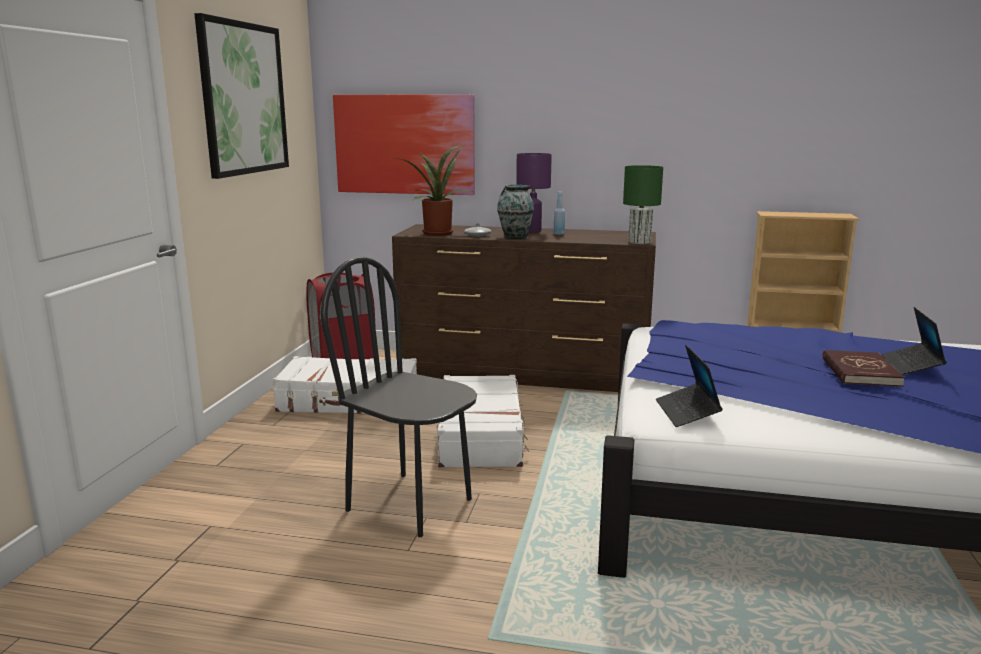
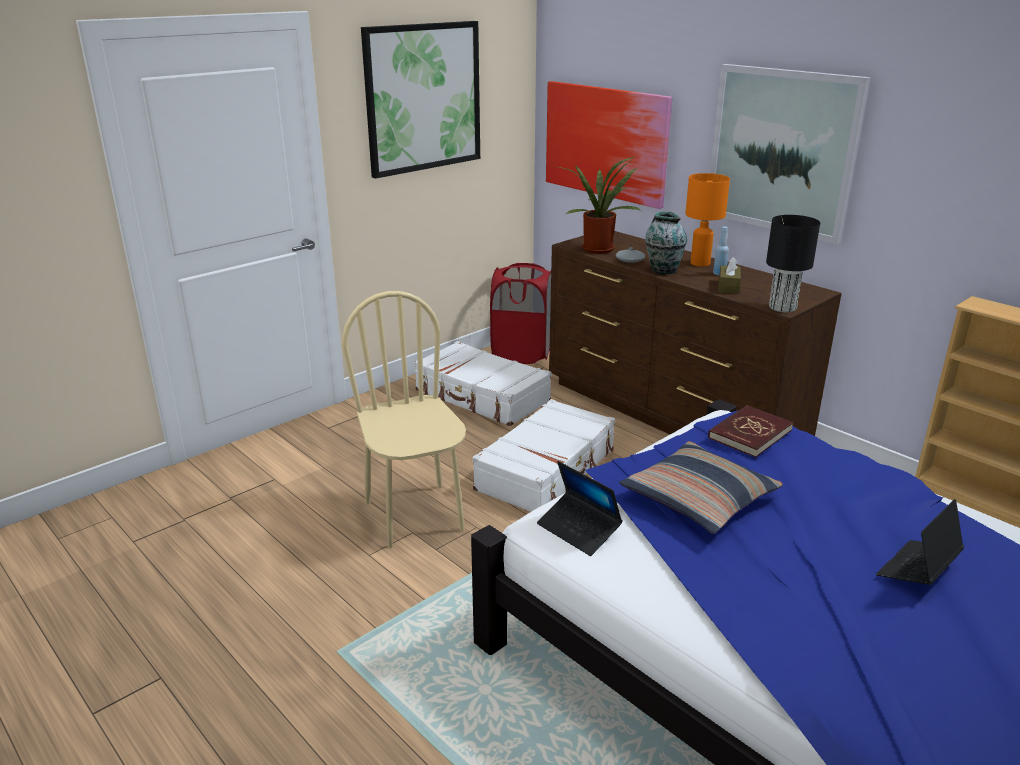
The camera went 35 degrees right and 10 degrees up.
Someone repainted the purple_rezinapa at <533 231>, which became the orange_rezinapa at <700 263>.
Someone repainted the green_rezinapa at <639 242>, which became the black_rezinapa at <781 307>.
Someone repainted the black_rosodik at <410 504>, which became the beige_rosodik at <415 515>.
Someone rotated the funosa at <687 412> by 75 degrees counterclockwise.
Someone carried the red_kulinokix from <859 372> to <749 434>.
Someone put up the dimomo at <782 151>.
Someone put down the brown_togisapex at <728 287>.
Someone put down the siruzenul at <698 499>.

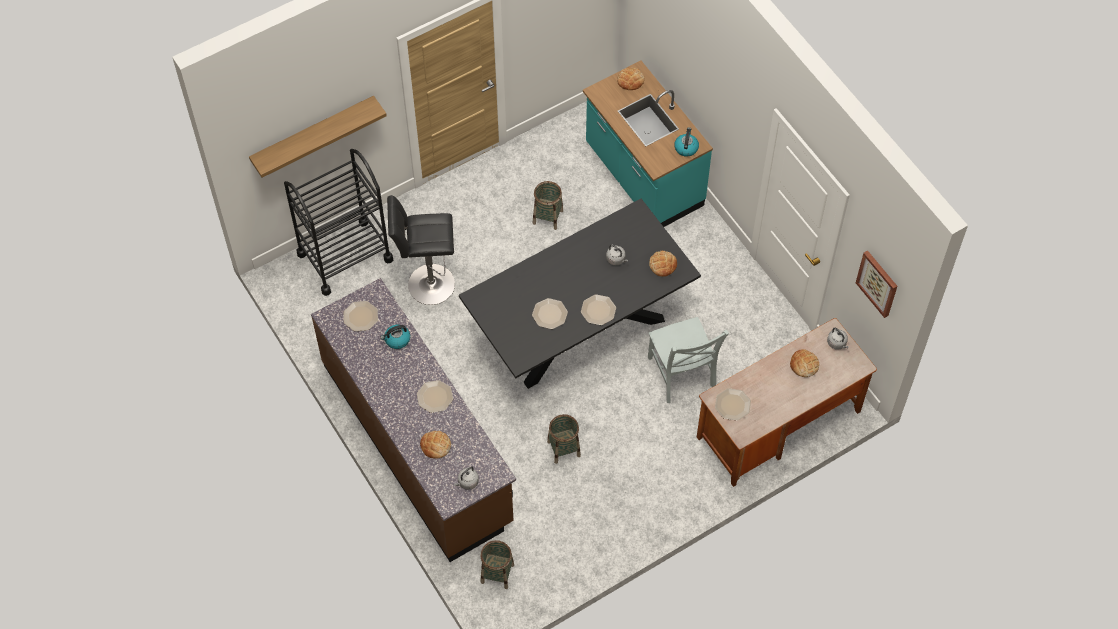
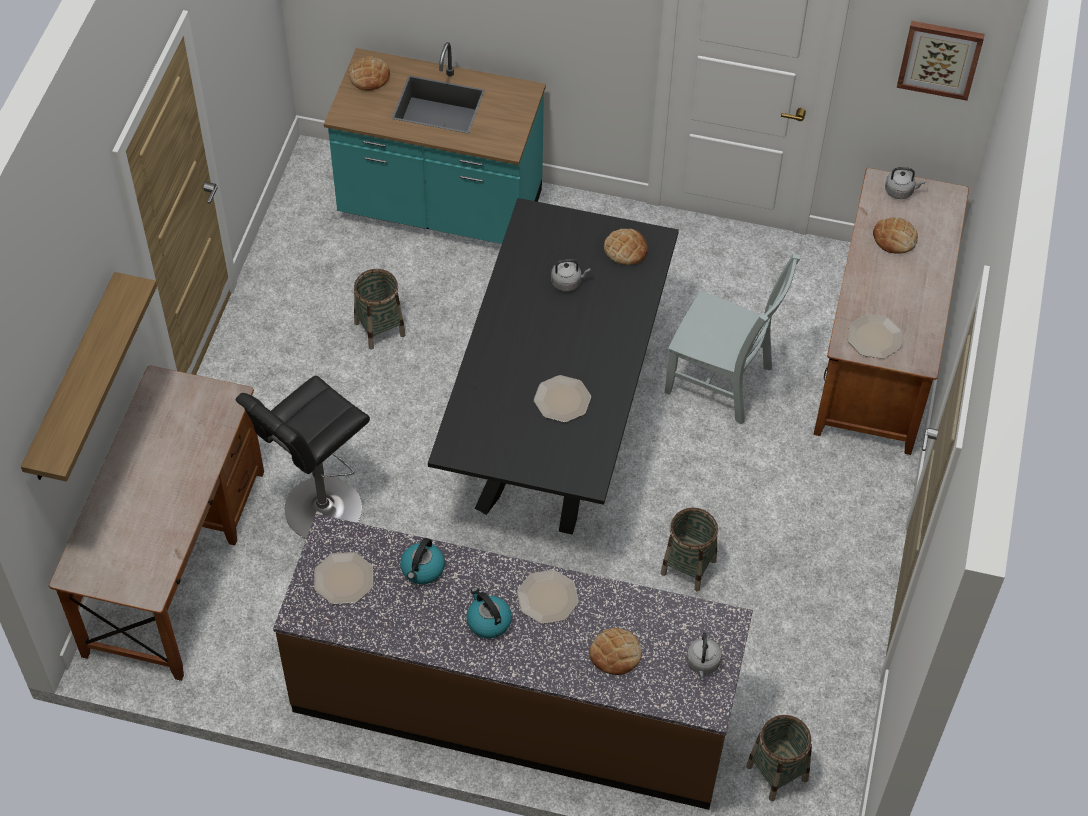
The camera went 45 degrees left and 5 degrees down.
Someone carried the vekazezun from <686 147> to <488 621>.
Someone swapped the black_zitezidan at <345 256> for the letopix at <175 561>.
Someone took away the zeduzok at <598 310>.

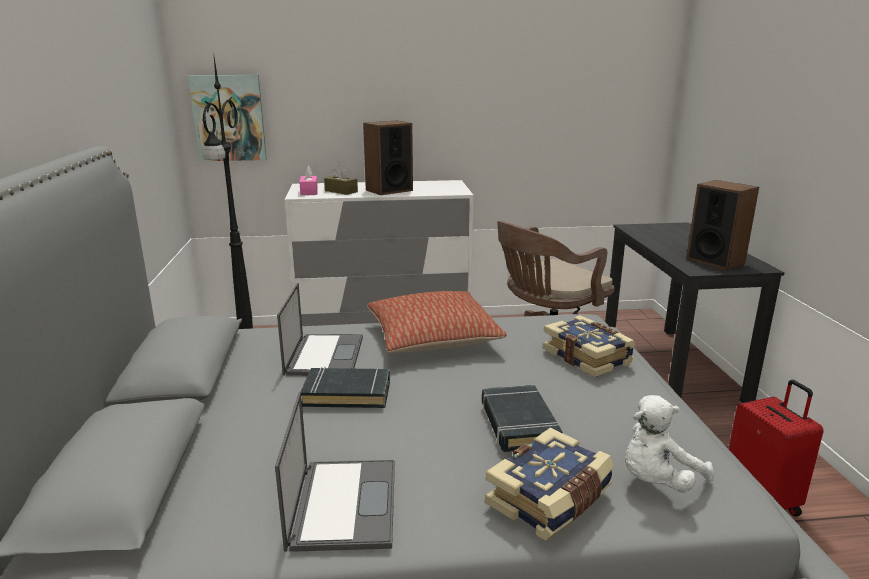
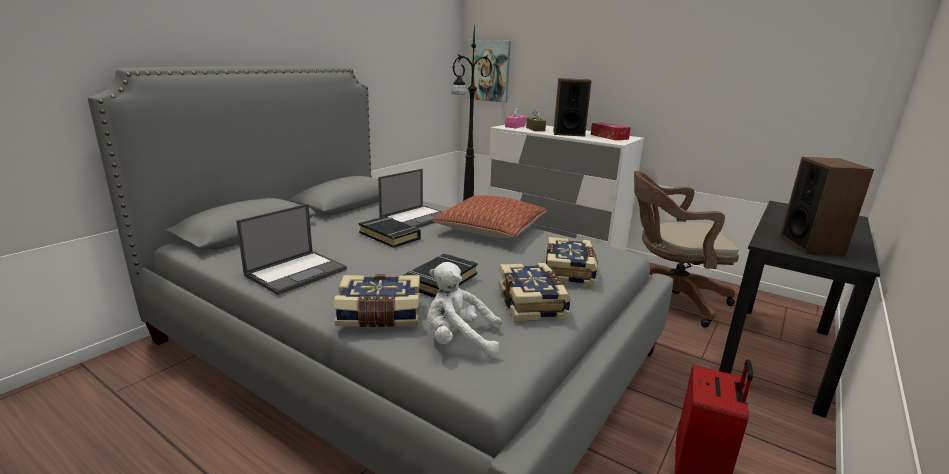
The camera went 40 degrees right and 0 degrees up.
Someone put down the togisapex at <609 137>.
Someone put down the kulinokix at <533 303>.

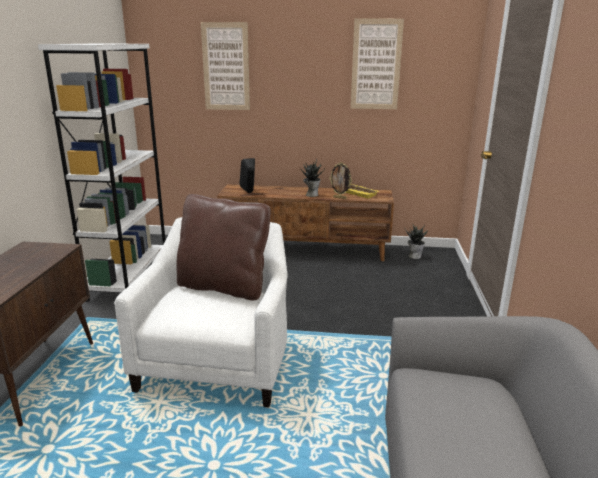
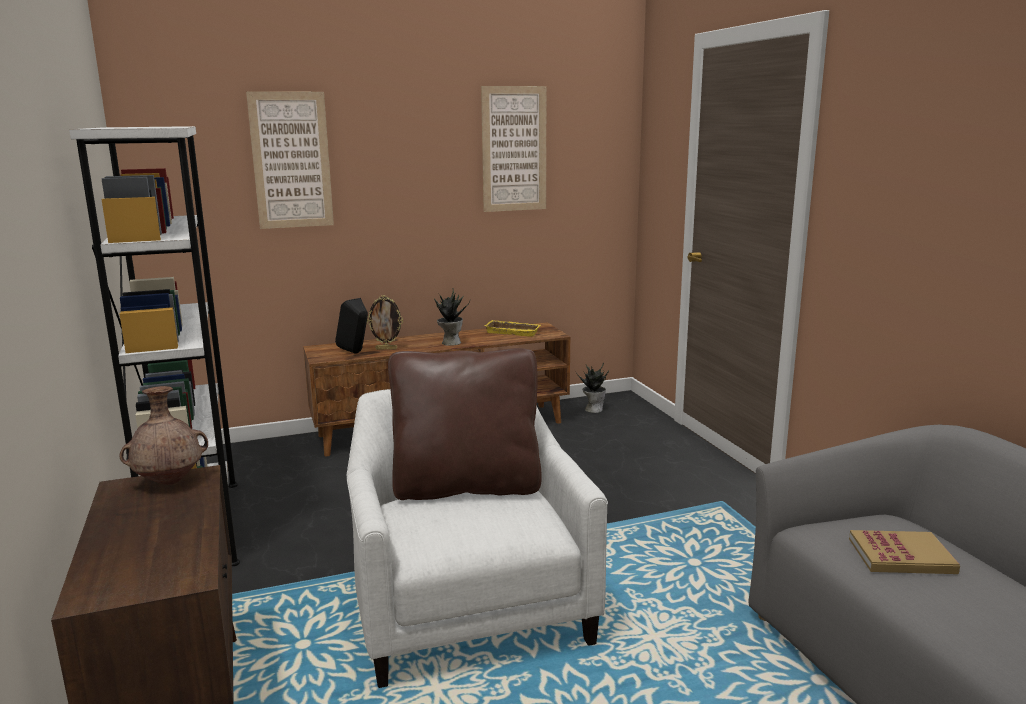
The camera went 25 degrees left and 5 degrees down.
Someone carried the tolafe from <340 198> to <386 349>.
Someone put down the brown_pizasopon at <170 481>.
Someone put down the kulinokix at <901 556>.

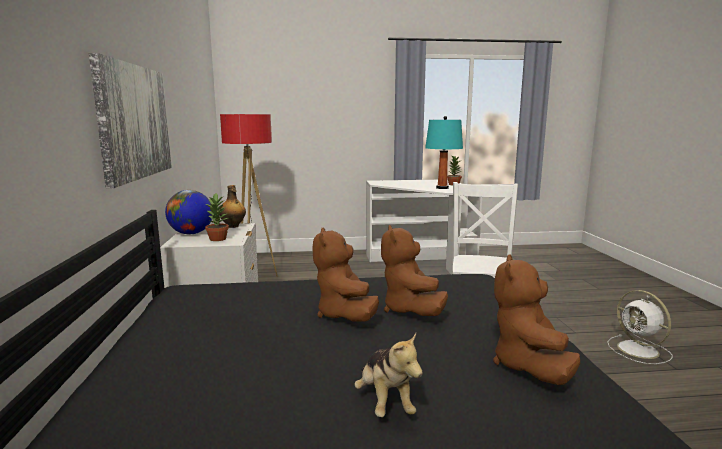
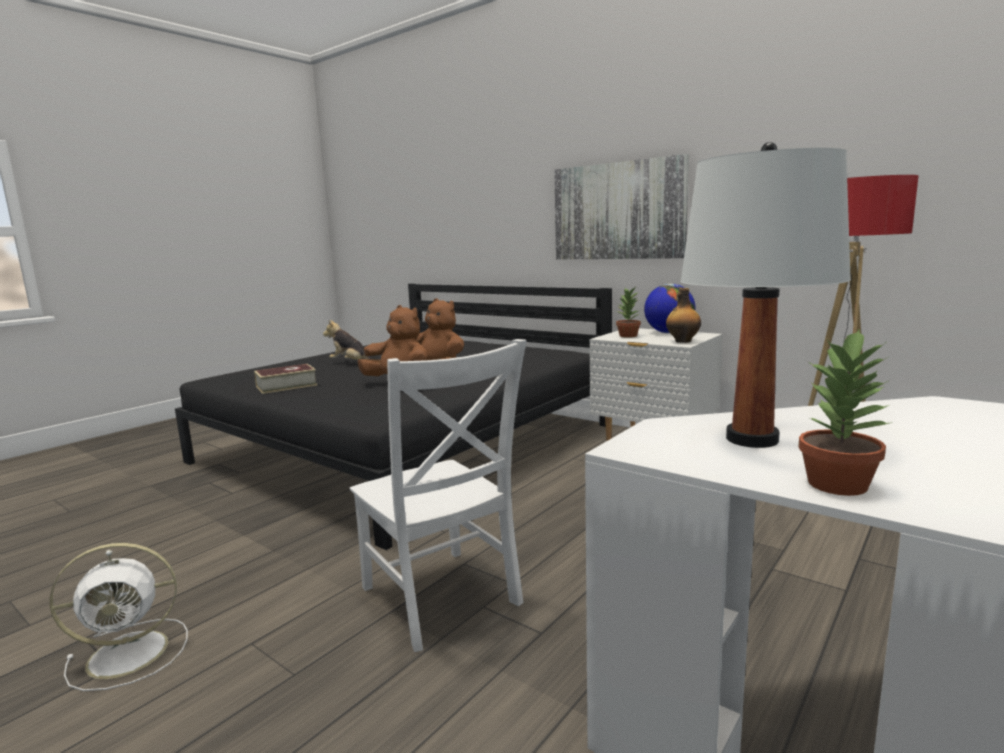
The camera went 135 degrees right and 0 degrees up.
Someone repainted the turquoise_rezinapa at <442 188>, which became the white_rezinapa at <752 439>.
Someone swapped the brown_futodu at <529 366> for the kulinokix at <286 386>.
Someone rotated the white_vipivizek at <639 350> by 135 degrees clockwise.

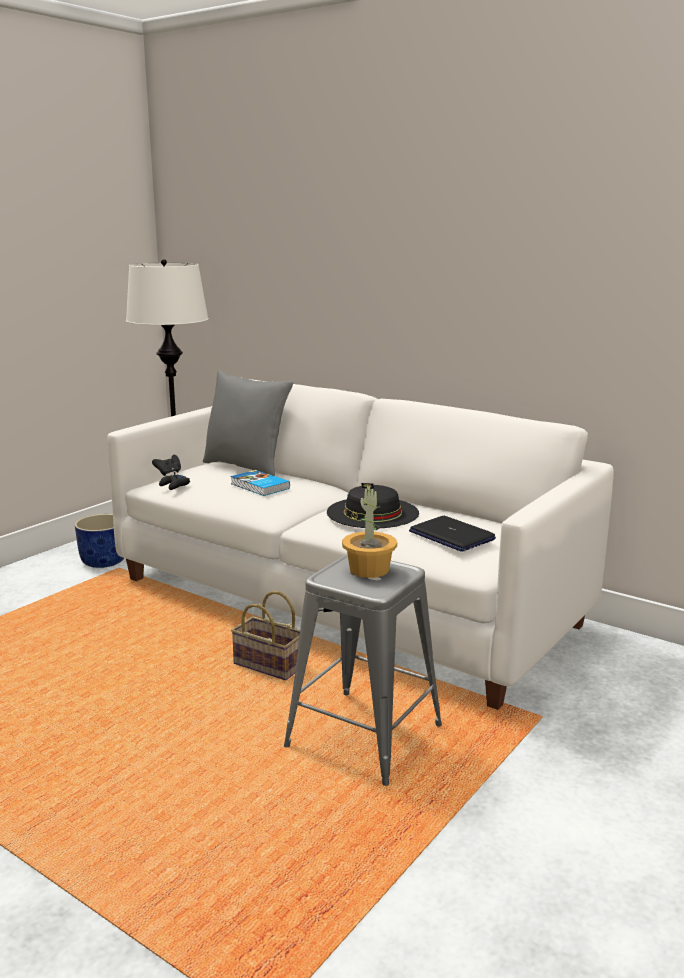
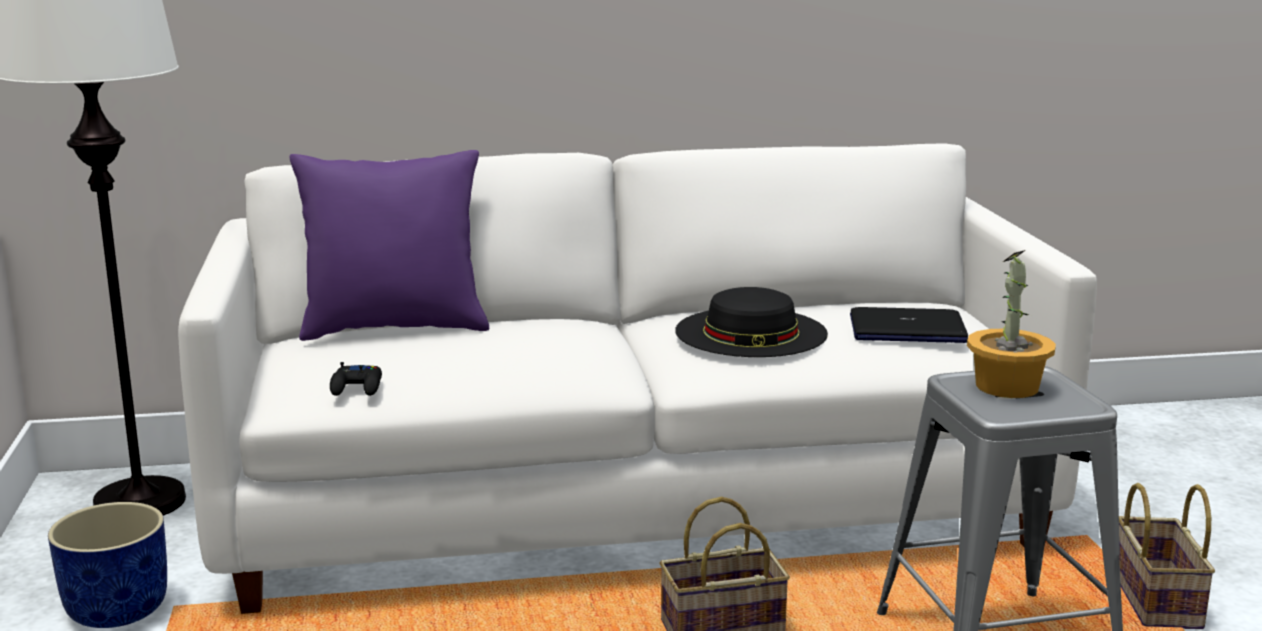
The camera went 45 degrees left and 0 degrees up.
Someone repainted the grey_siruzenul at <246 467>, which became the purple_siruzenul at <394 328>.
Someone took away the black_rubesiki at <168 473>.
Someone took away the kulinokix at <259 486>.
Someone put down the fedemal at <1153 599>.

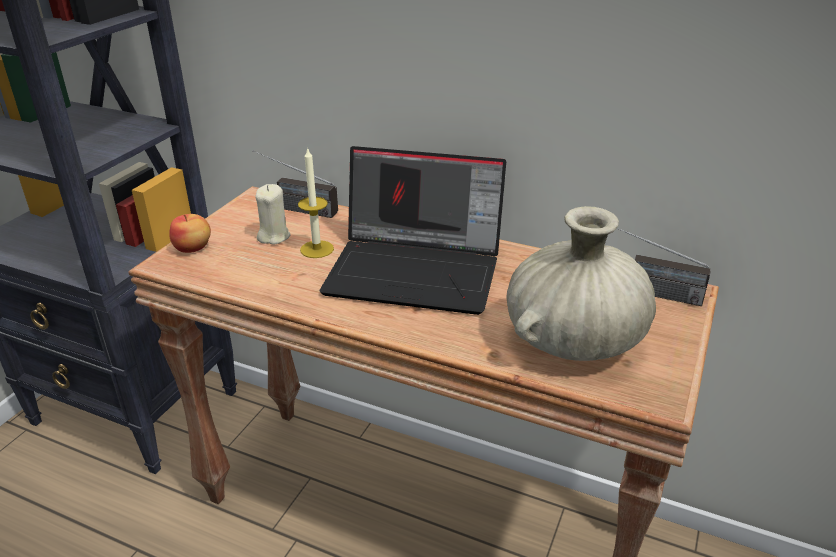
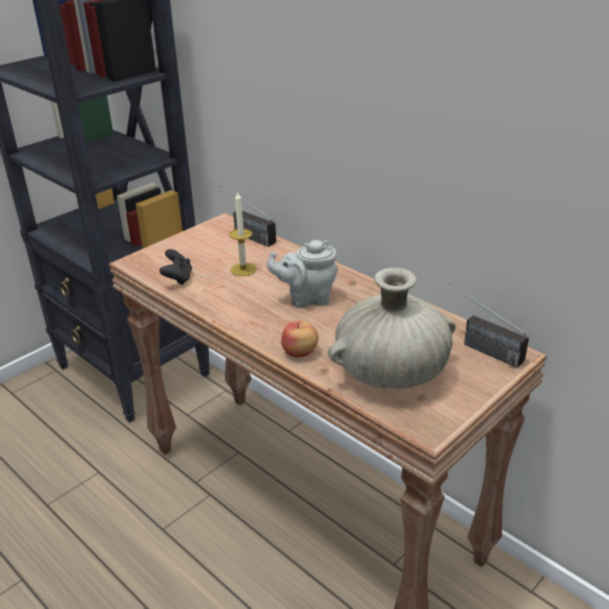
The camera went 20 degrees right and 0 degrees up.
Someone swapped the funosa at <417 271> for the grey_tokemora at <307 298>.
Someone took away the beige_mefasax at <274 236>.
Someone carried the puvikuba from <193 248> to <300 352>.
Someone put down the black_rubesiki at <178 278>.

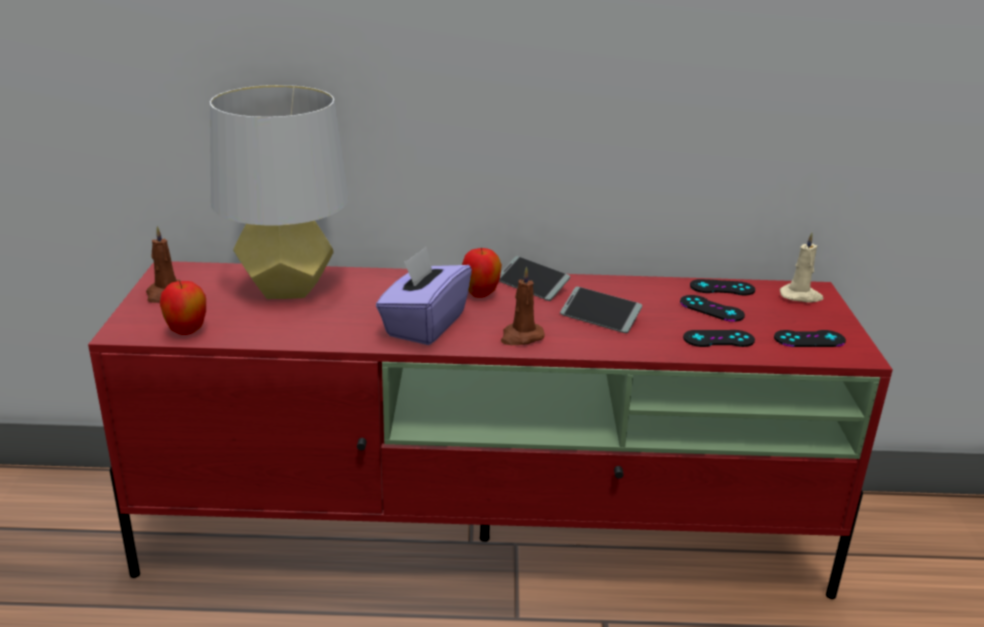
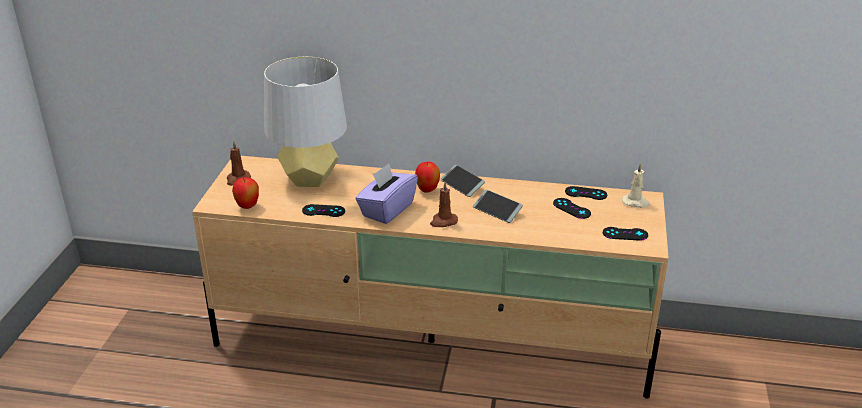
The camera went 10 degrees right and 5 degrees up.
Someone repainted the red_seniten at <488 539>, which became the beige_seniten at <433 342>.
Someone carried the black_rubesiki from <718 339> to <323 211>.

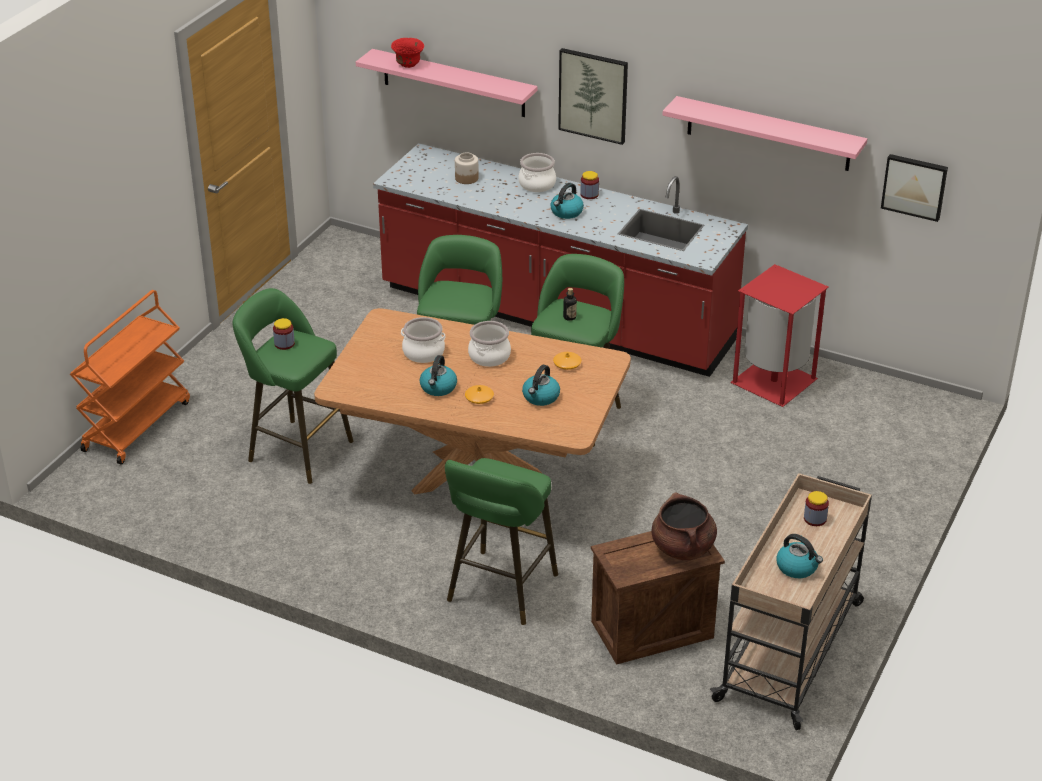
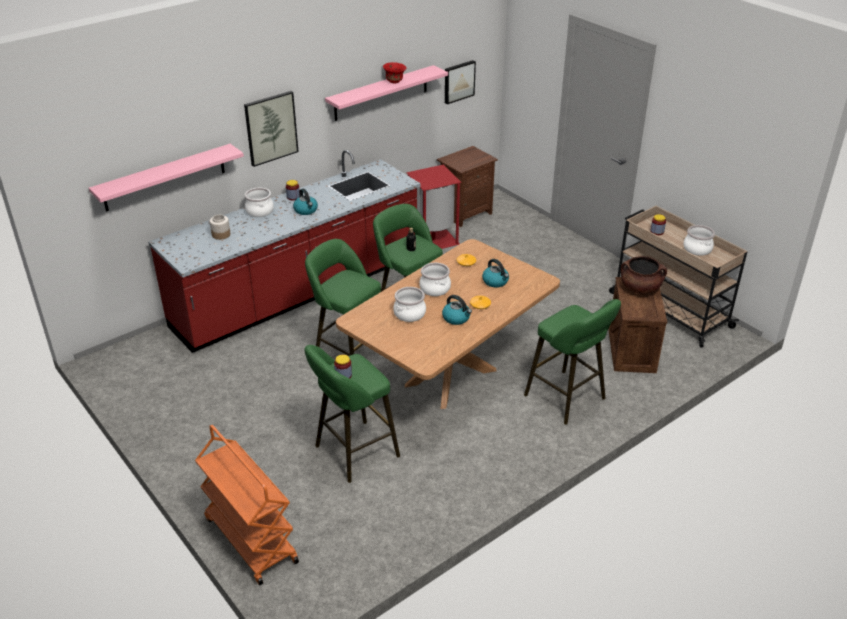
The camera went 65 degrees left and 0 degrees up.
Someone carried the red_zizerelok from <408 65> to <394 82>.
Someone swapped the vekazezun at <797 567> for the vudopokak at <697 249>.
Someone put down the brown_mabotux at <465 213>.

